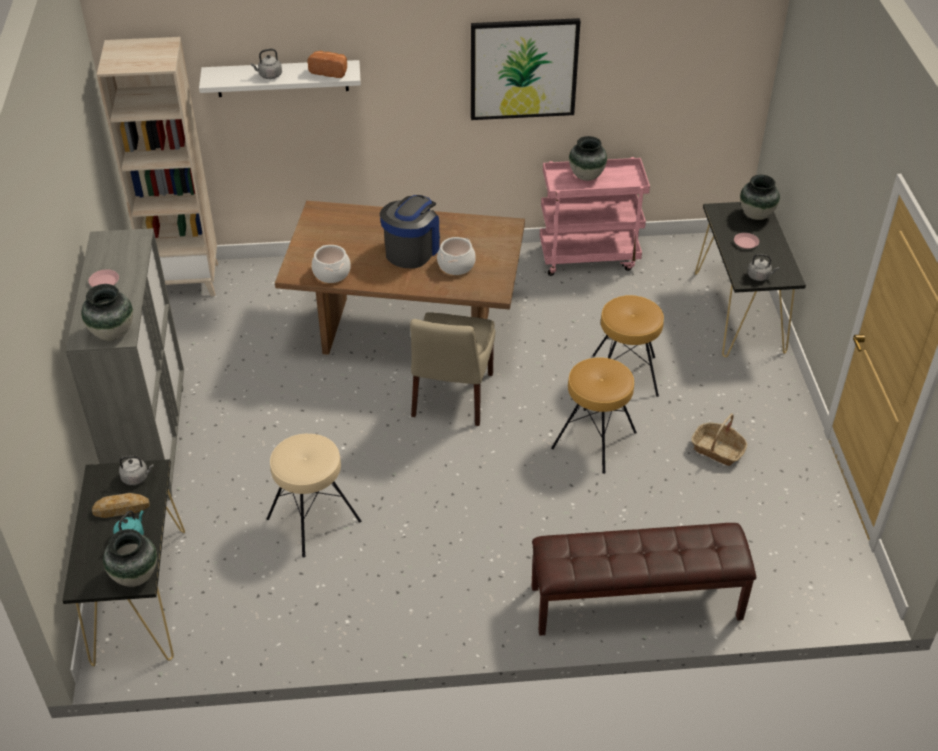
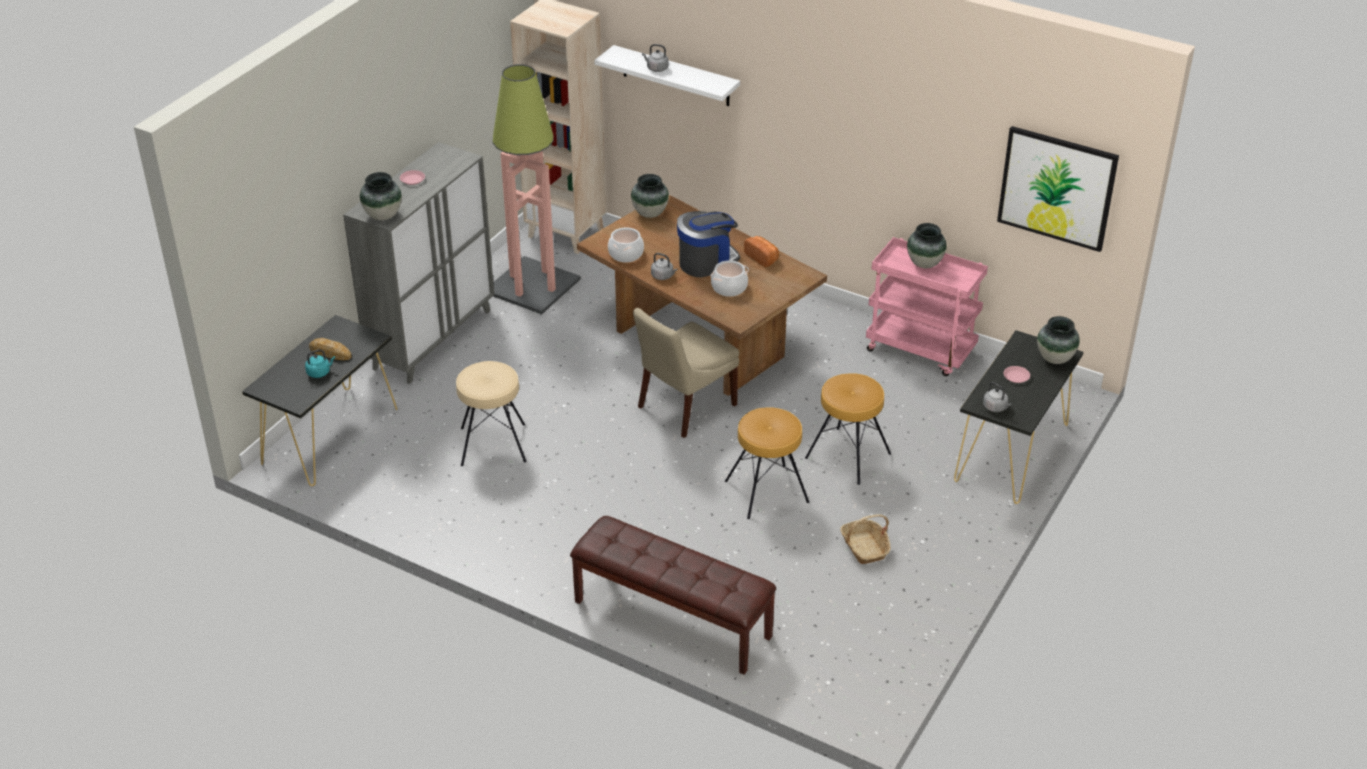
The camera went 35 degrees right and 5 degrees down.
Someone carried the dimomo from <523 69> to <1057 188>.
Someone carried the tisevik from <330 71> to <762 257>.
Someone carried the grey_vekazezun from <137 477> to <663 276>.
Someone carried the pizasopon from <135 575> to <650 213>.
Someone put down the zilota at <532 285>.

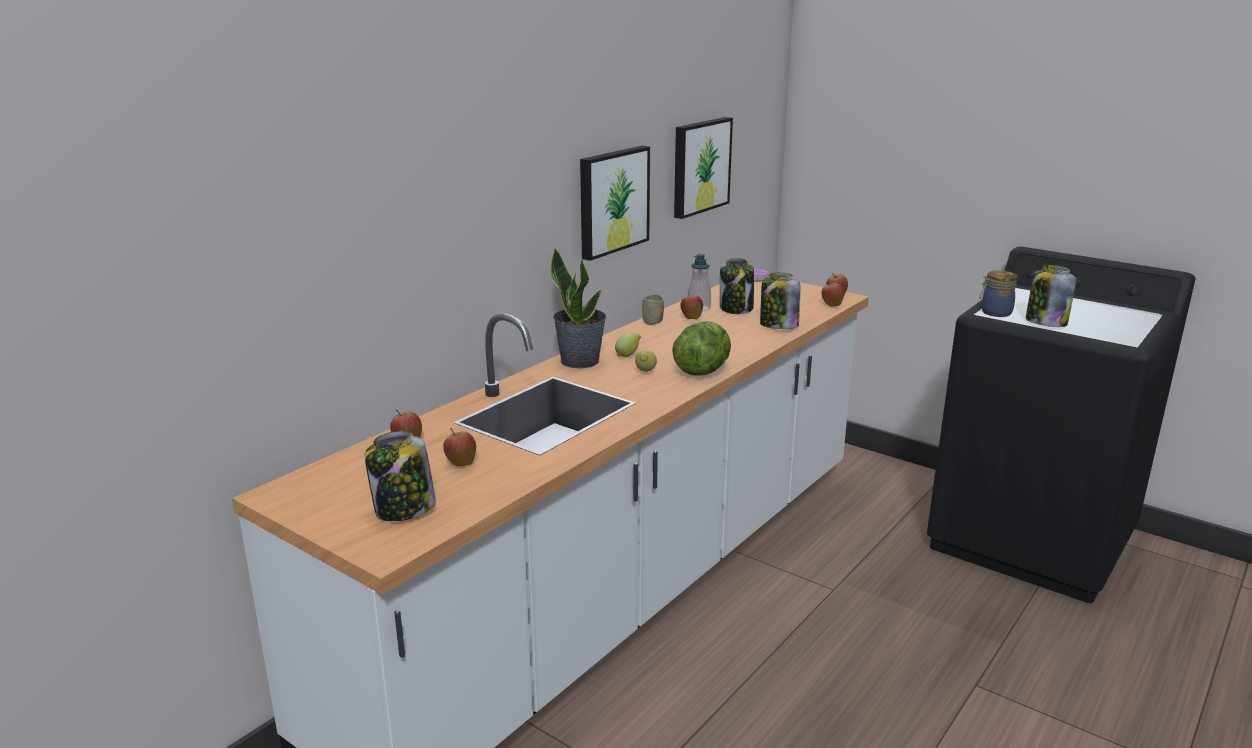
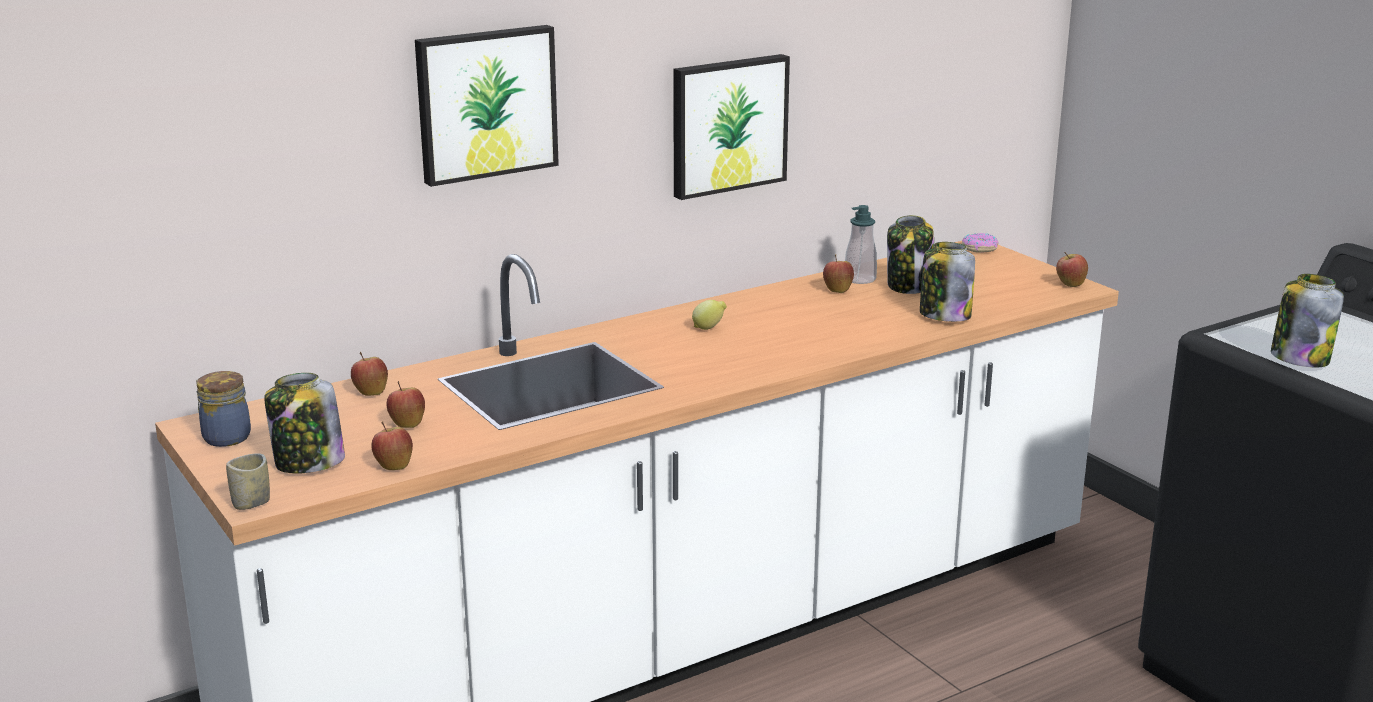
The camera went 20 degrees right and 0 degrees up.
Someone carried the dimomo from <699 166> to <485 103>.
Someone took away the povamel at <580 361>.
Someone carried the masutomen from <994 312> to <225 437>.
Someone carried the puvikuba from <831 305> to <393 466>.
Someone carried the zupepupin from <652 322> to <251 503>.
Someone took away the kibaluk at <702 371>.
Someone took away the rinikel at <645 372>.

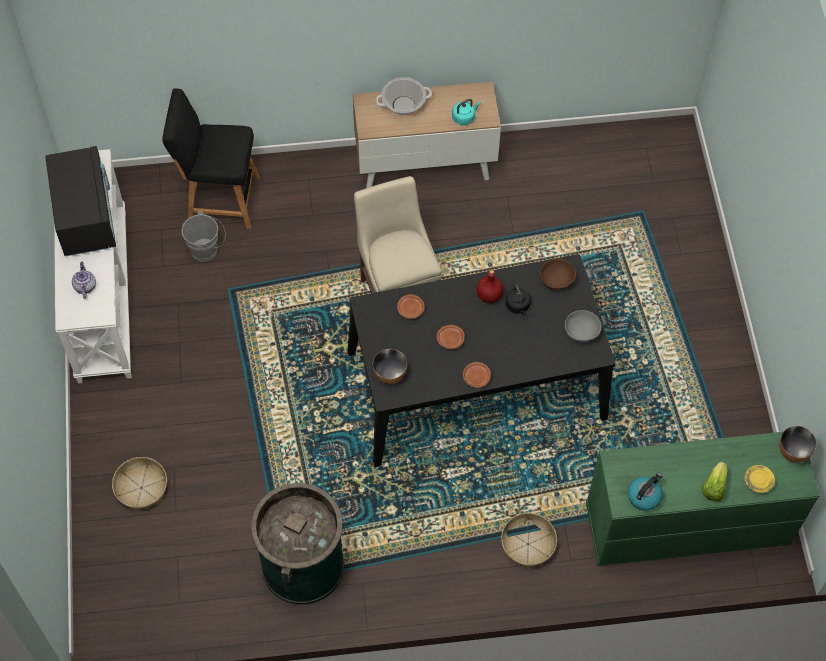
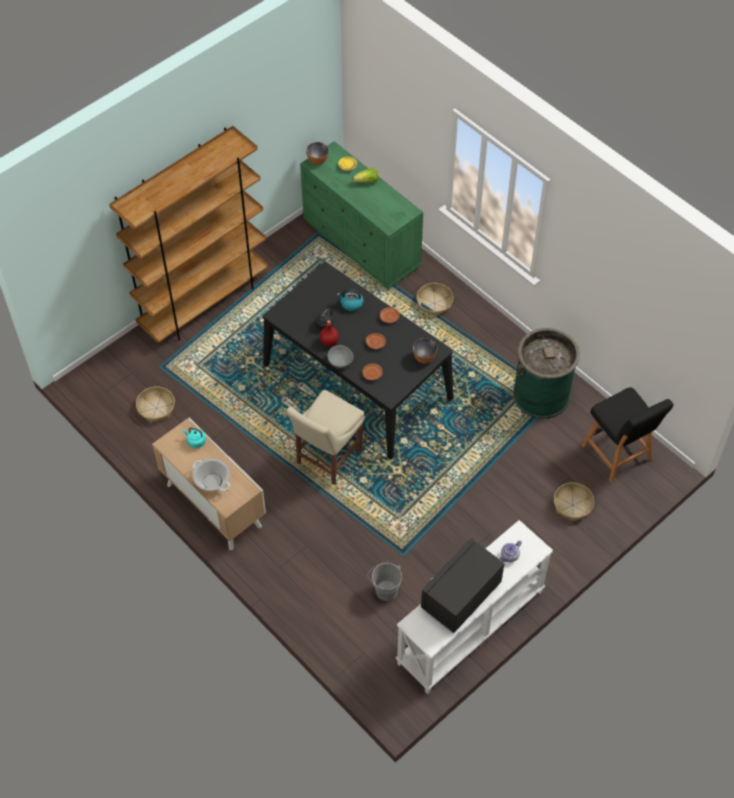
The camera went 125 degrees left and 5 degrees down.
Someone carried the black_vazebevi from <219 199> to <618 455>.
Someone took away the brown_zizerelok at <557 281>.
Someone carried the grey_zizerelok from <582 332> to <340 361>.
Someone carried the vekazezun from <644 496> to <351 304>.
Someone put down the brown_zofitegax at <204 302>.
Someone put down the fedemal at <156 408>.

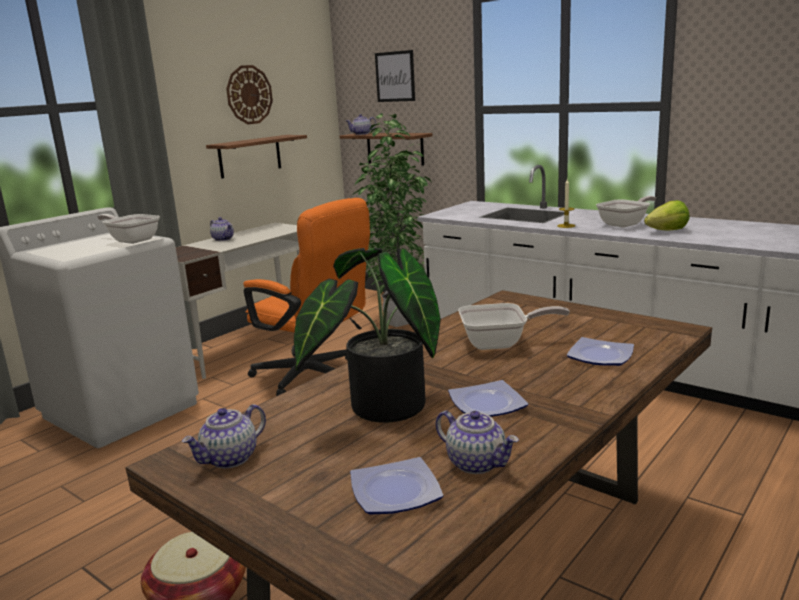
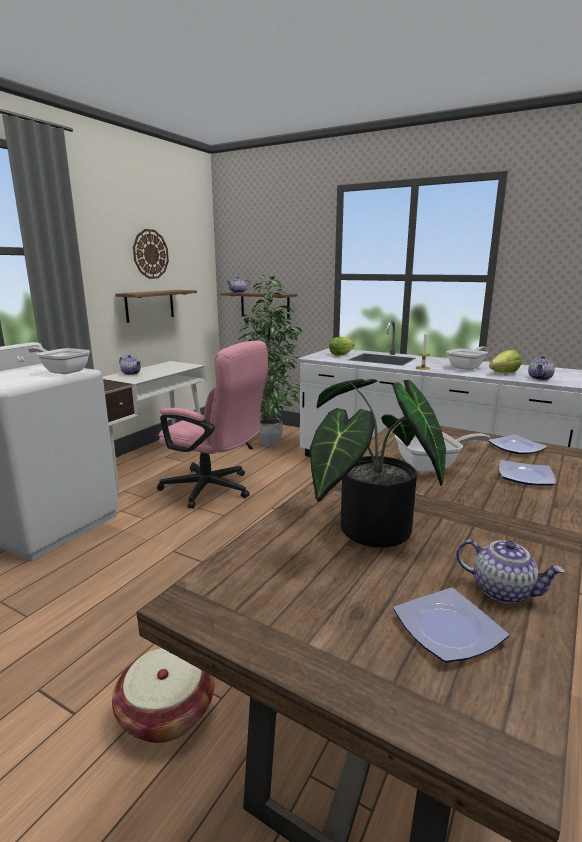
The camera went 10 degrees left and 0 degrees up.
Someone took away the dimomo at <395 76>.
Someone repainted the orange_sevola at <314 377>, which became the pink_sevola at <215 490>.
Someone carried the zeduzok from <489 404> to <517 448>.
Someone carried the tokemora from <230 459> to <540 378>.
Someone put down the kibaluk at <340 354>.

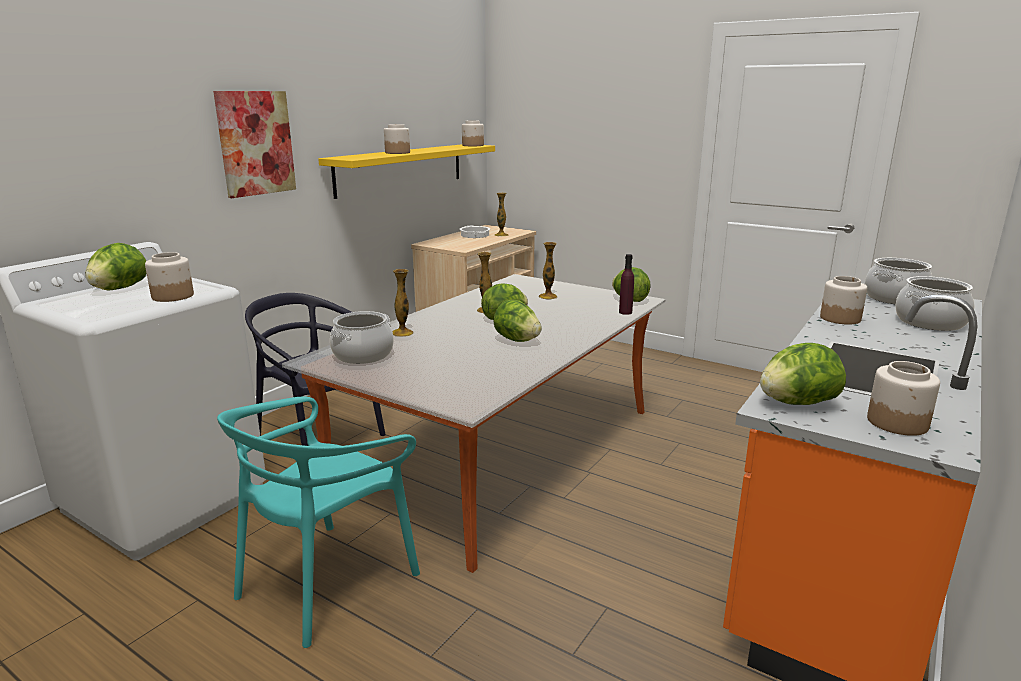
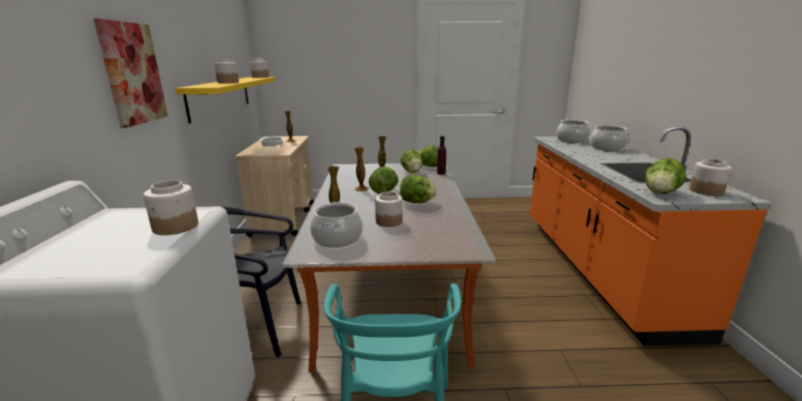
The camera went 35 degrees left and 0 degrees up.
Someone carried the kibaluk from <119 289> to <412 172>.
Someone carried the masutomen from <840 318> to <389 221>.

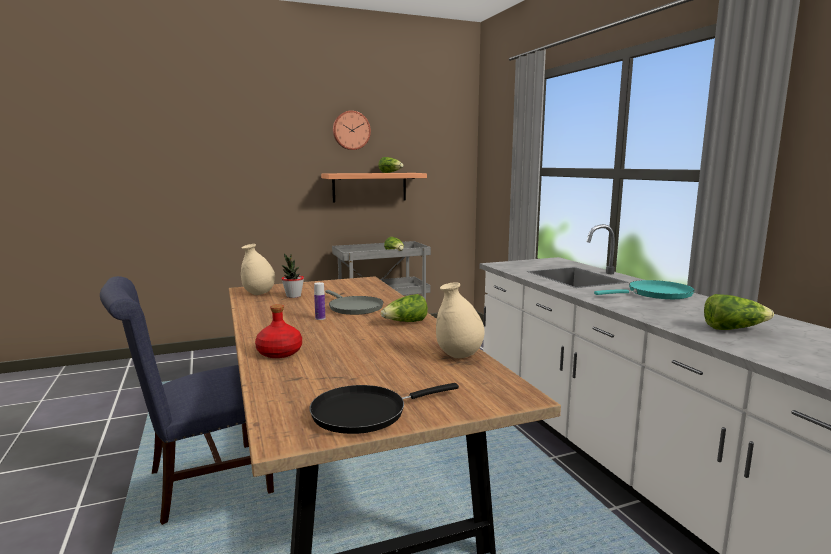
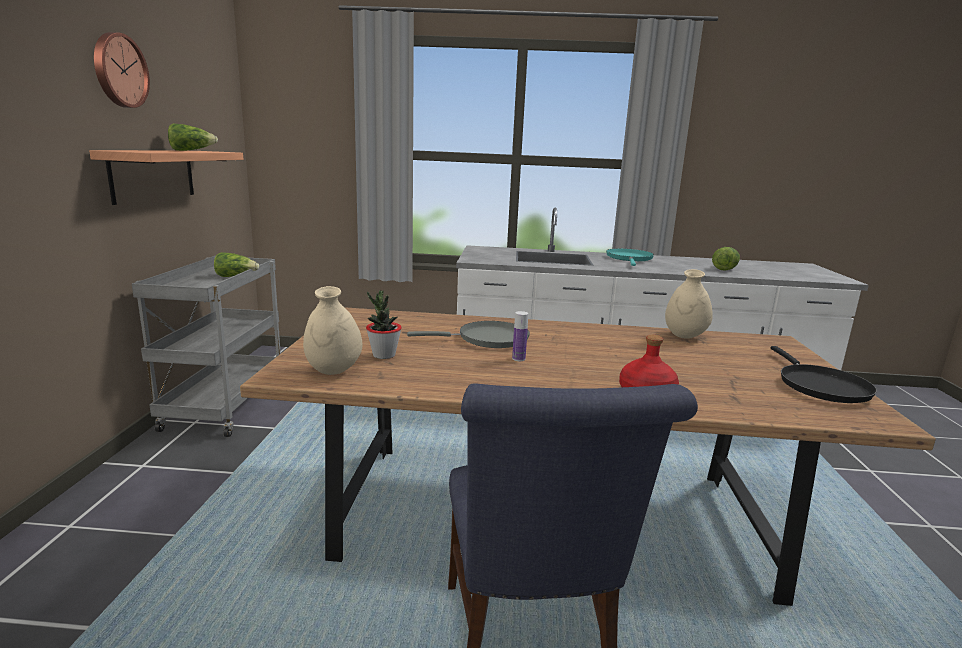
The camera went 65 degrees left and 5 degrees up.
Someone took away the kibaluk at <405 322>.

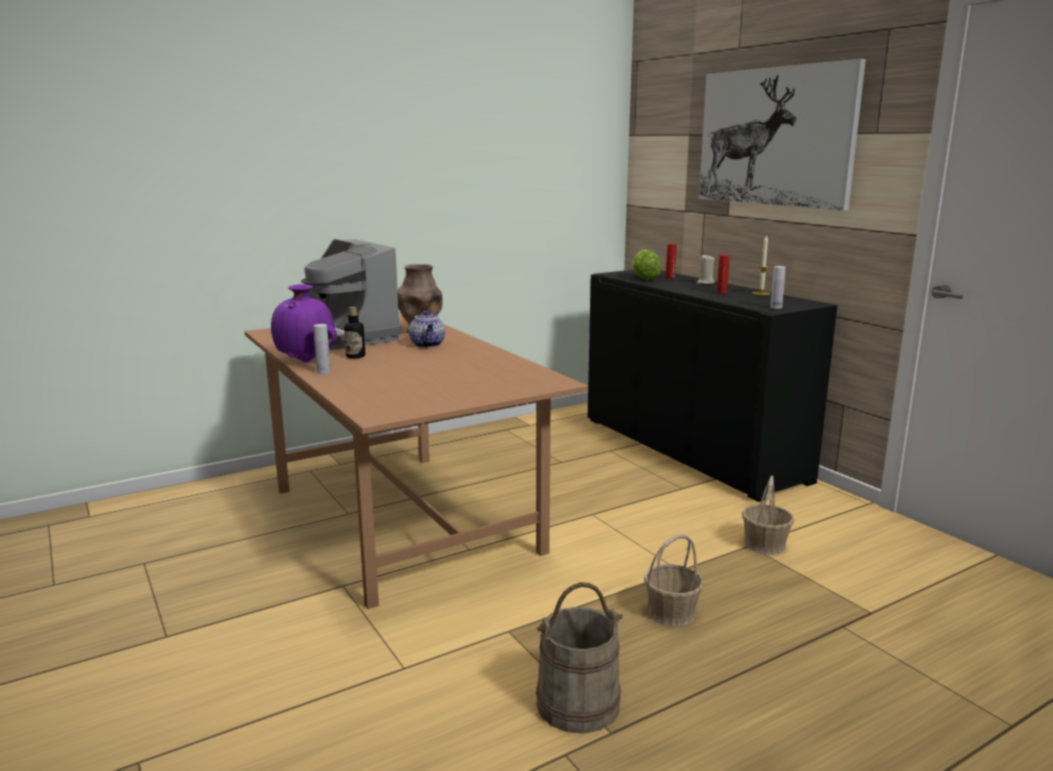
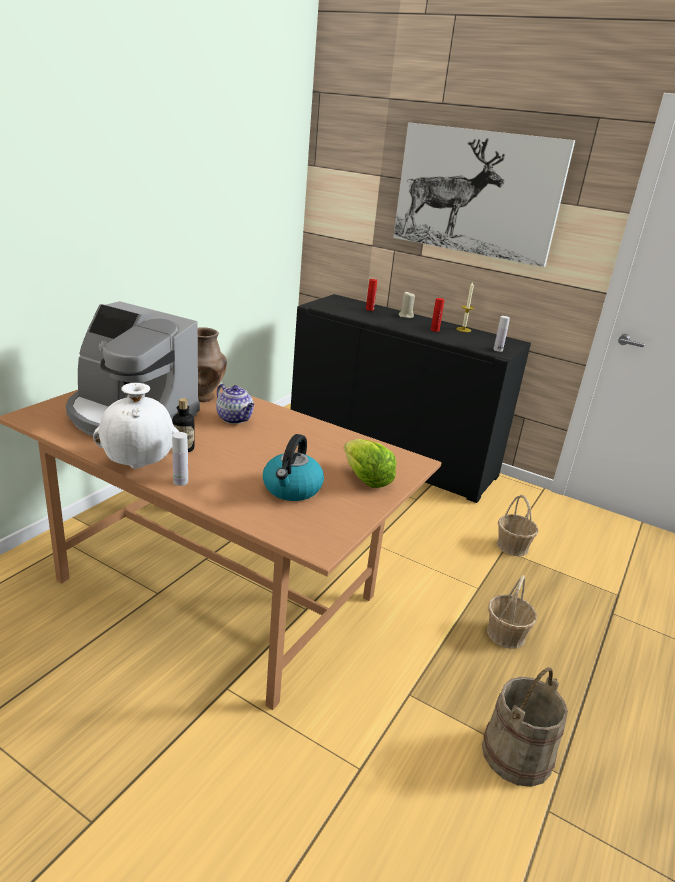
The camera went 30 degrees left and 10 degrees up.
Someone carried the kibaluk from <644 278> to <366 479>.
Someone repainted the purple_pizasopon at <306 361>, which became the white_pizasopon at <139 465>.
Someone put down the vekazezun at <292 489>.

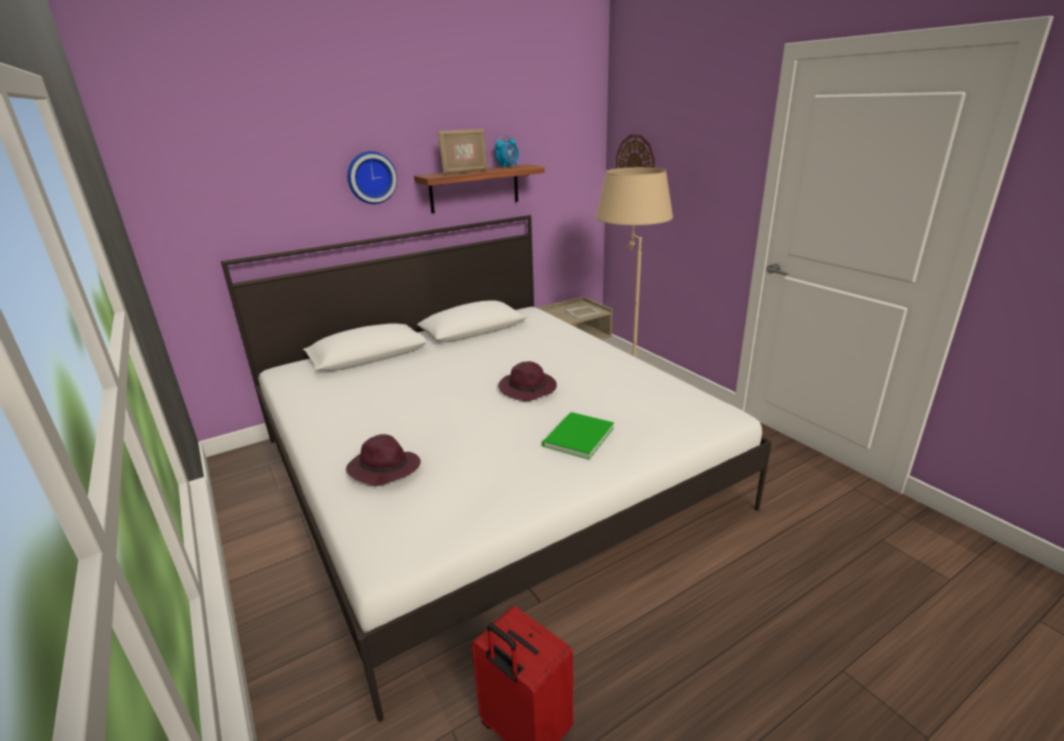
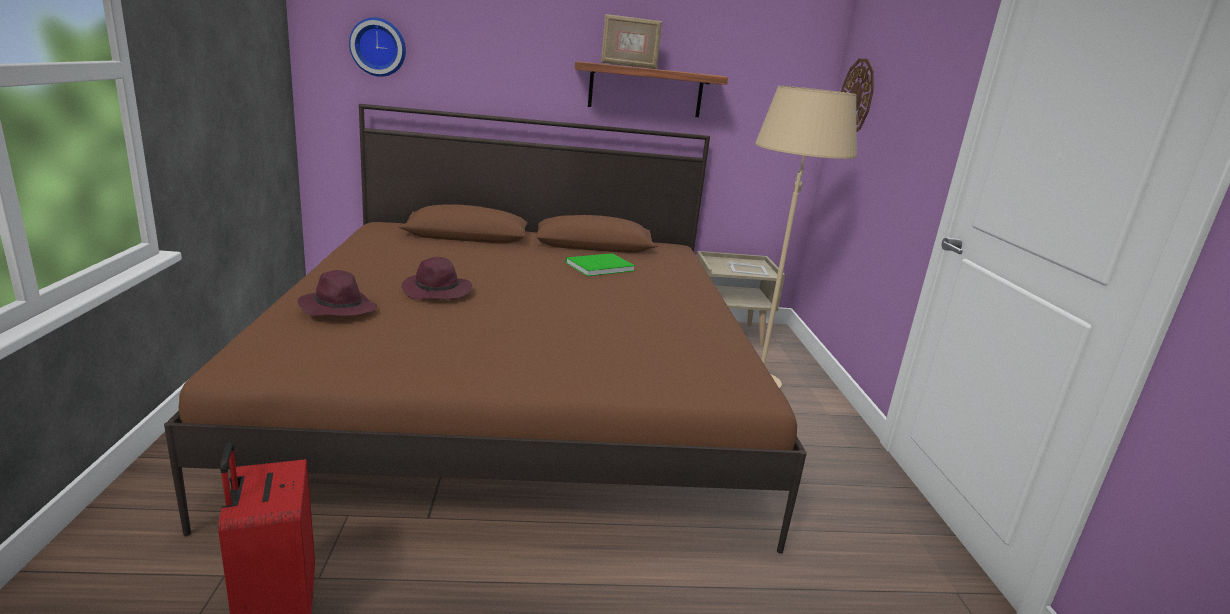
The camera went 25 degrees right and 5 degrees down.
Someone took away the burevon at <508 167>.
Someone carried the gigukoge from <371 177> to <379 47>.
Someone repainted the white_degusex at <487 471>, which became the brown_degusex at <518 391>.
Someone carried the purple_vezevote from <528 389> to <437 291>.
Someone carried the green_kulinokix from <576 437> to <597 266>.

